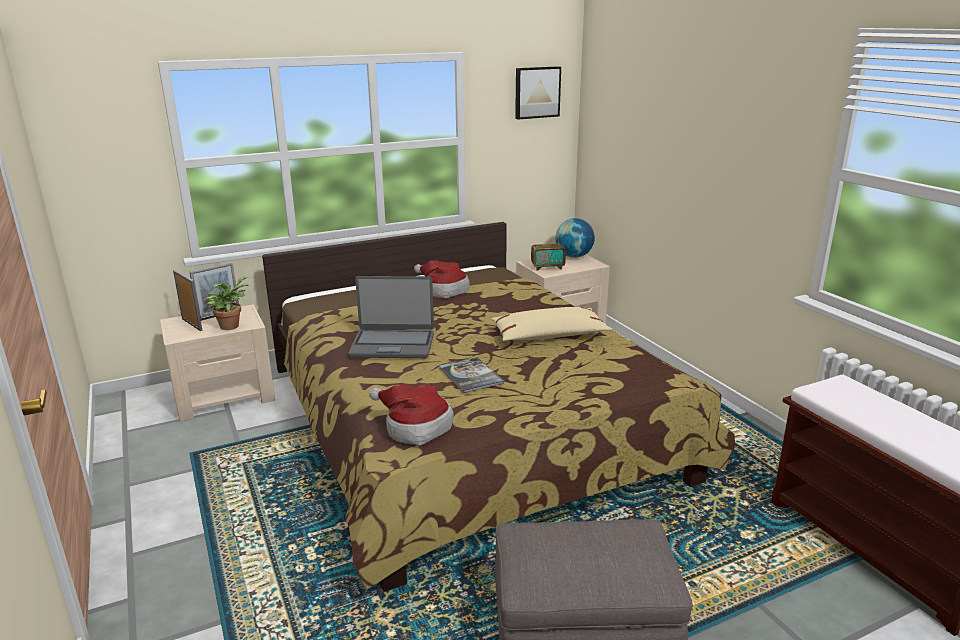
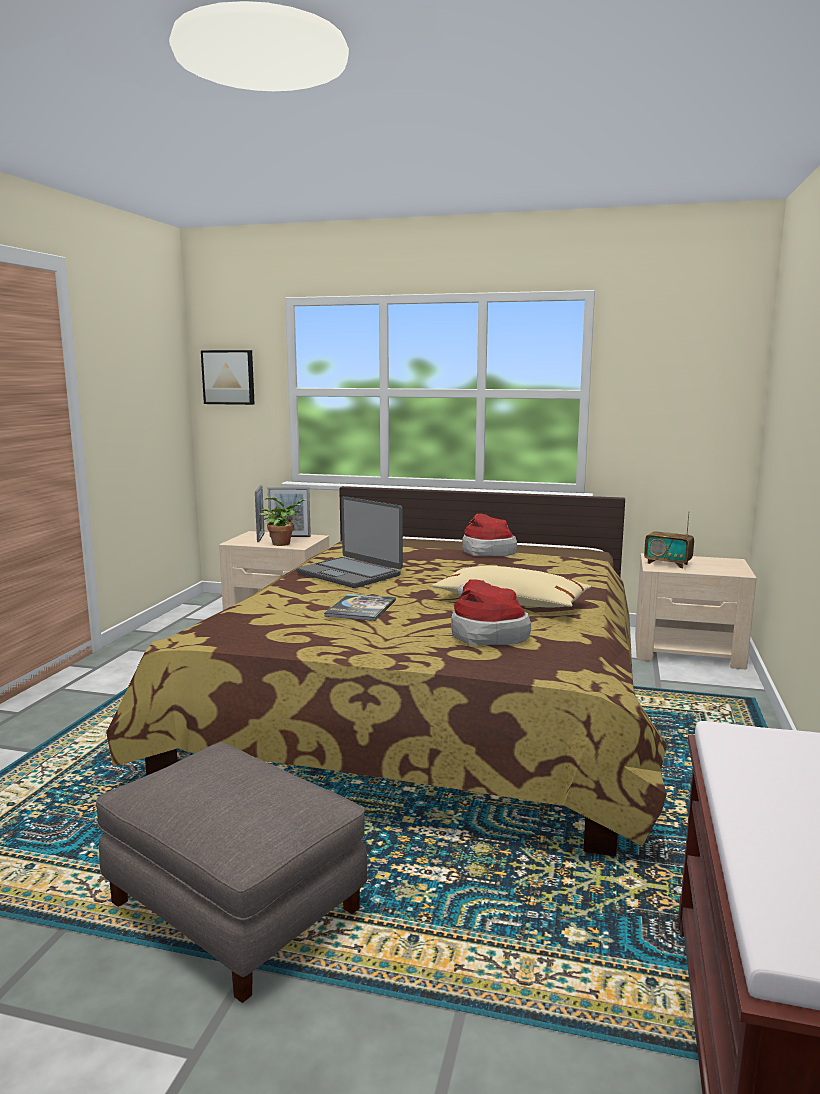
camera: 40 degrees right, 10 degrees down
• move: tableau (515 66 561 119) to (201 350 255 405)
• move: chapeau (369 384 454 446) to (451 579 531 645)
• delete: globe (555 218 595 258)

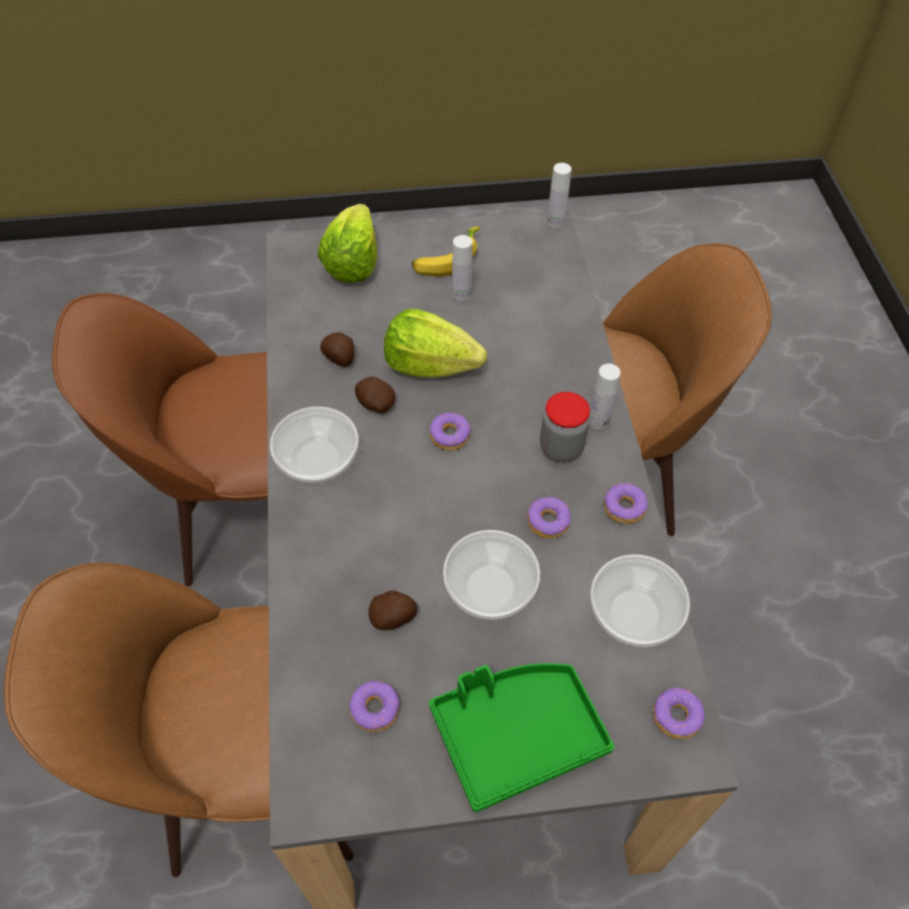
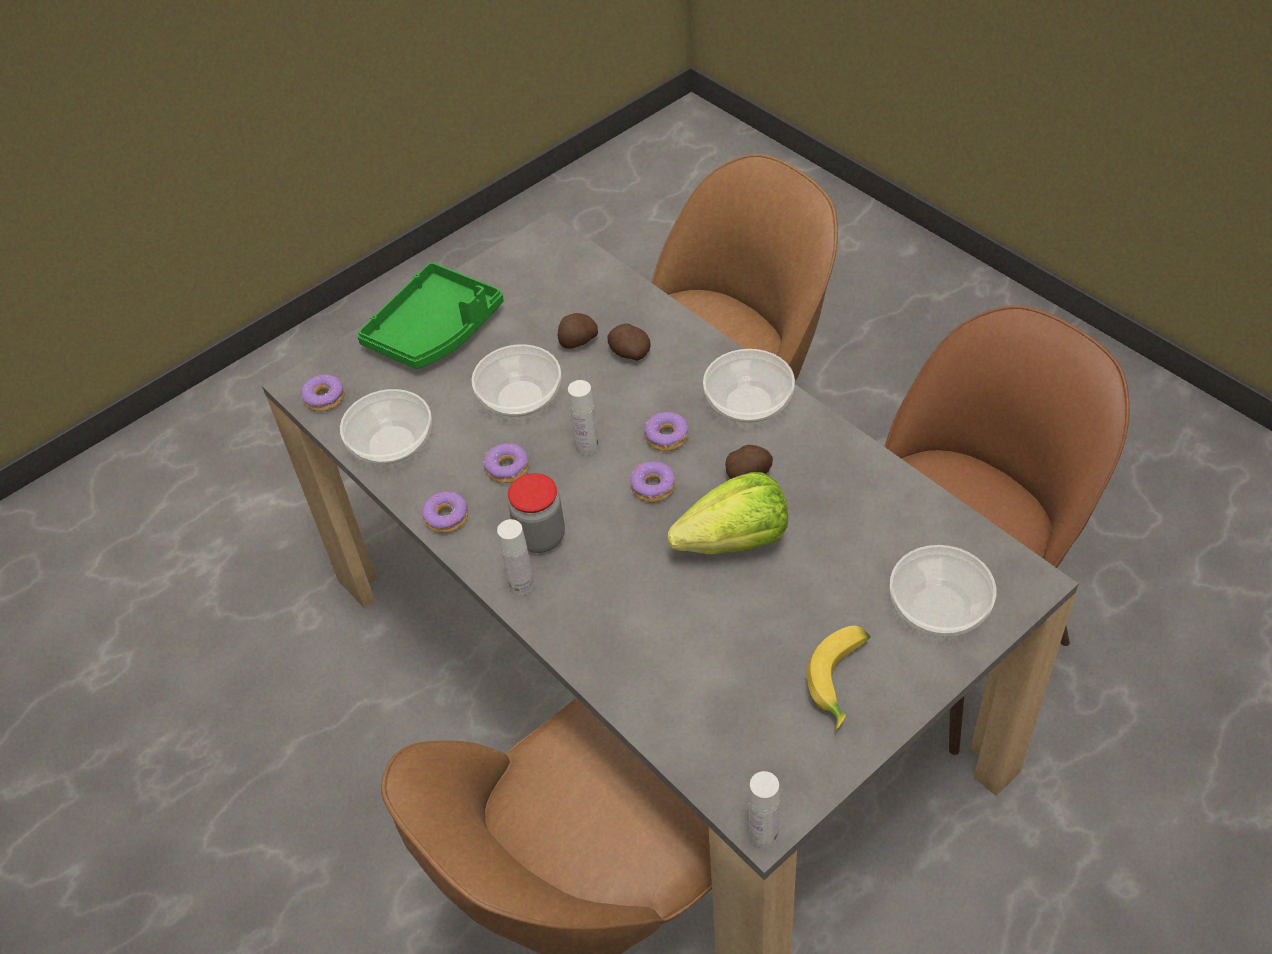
camera: 150 degrees right, 5 degrees down
• move: bouteille/blanc (452 235 472 301) to (568 380 599 455)
• move: pomme de terre (320 332 354 367) to (608 324 651 361)
• move: beignet (349 681 399 732) to (644 412 689 452)
• replace: laitue (318 204 377 283) to bol (890 545 996 636)

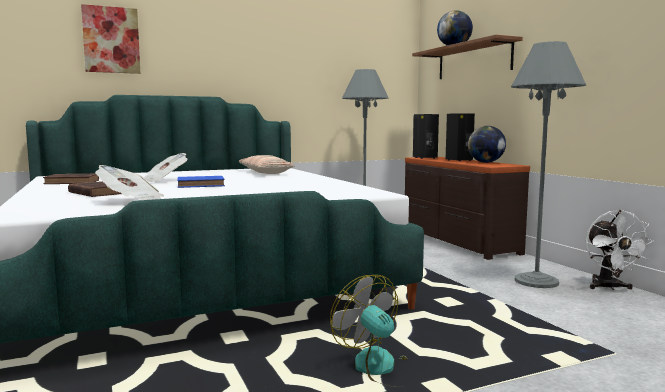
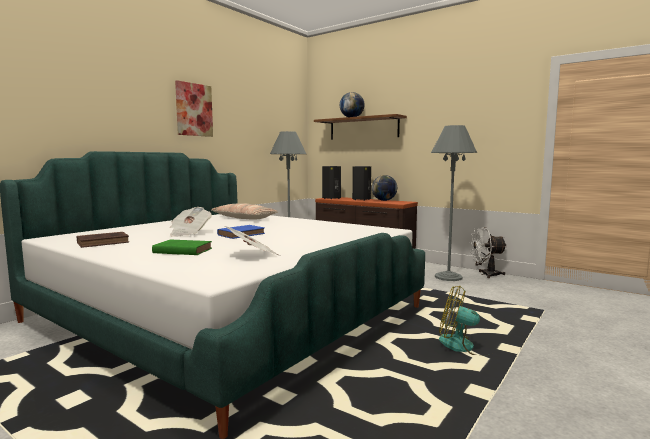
camera: 30 degrees left, 0 degrees up
• recolor: livre/marron (68 181 122 197) to livre/vert (152 239 212 255)
• move: tableau (81 4 140 74) to (175 80 213 137)
• rotate: ventilateur/blanc (586 210 654 290) = (470 227 507 278) 120 degrees clockwise

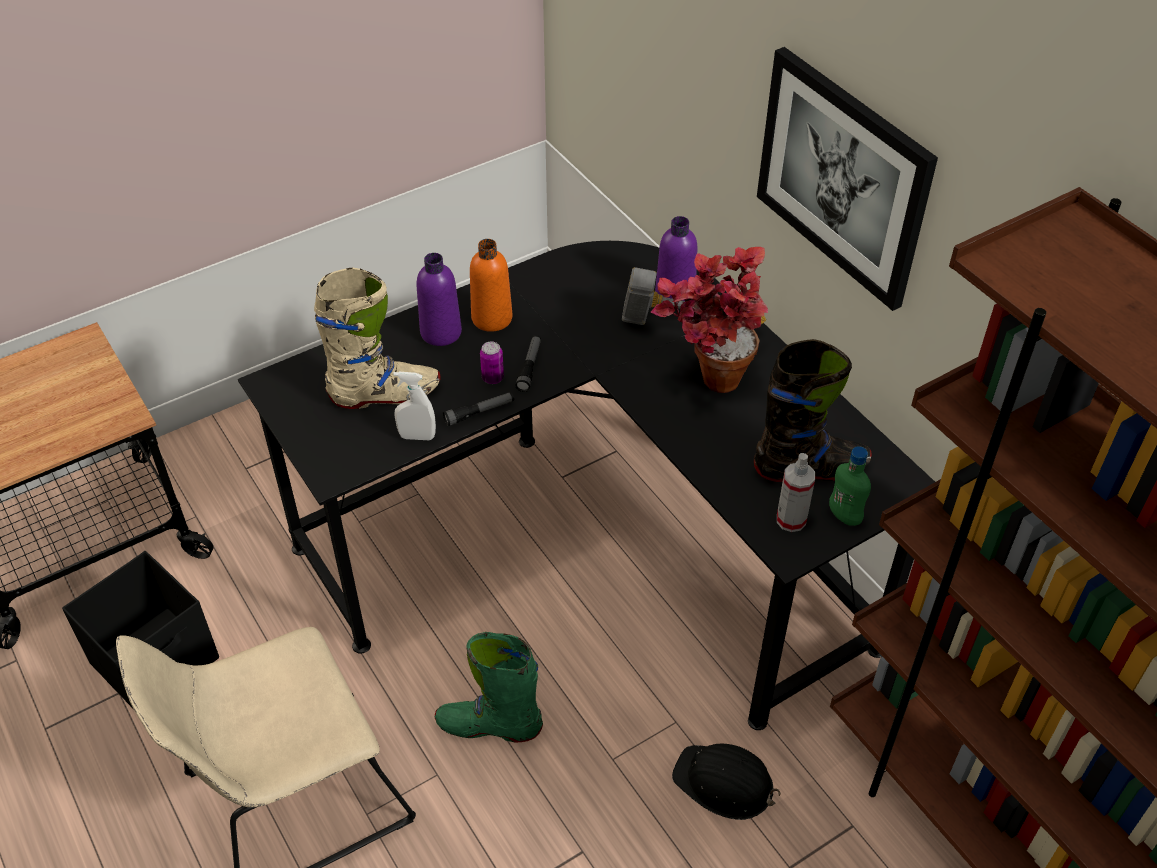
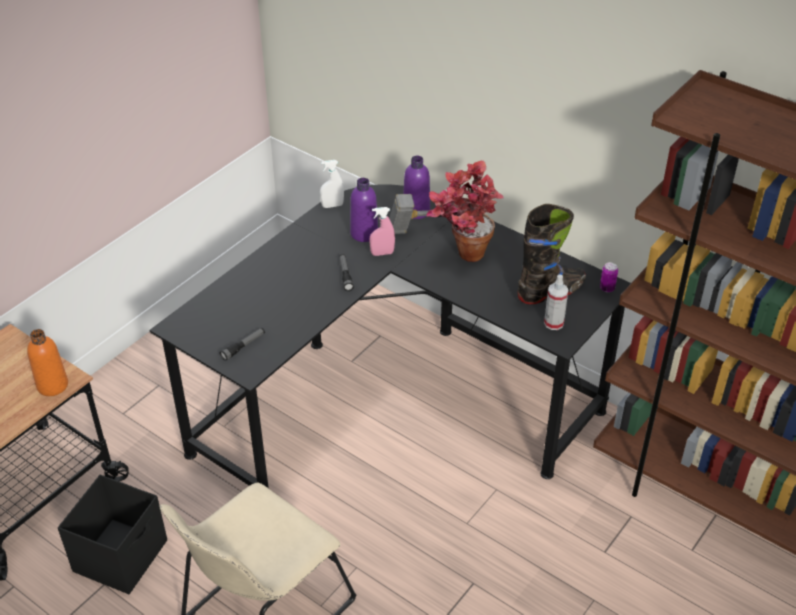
camera: 20 degrees left, 5 degrees down
• move: bouteille/orange (470 239 512 332) to (27 329 68 396)
• move: lampe de poche (443 392 514 426) to (220 328 265 361)
• move: vaporisateur/blanc (393 372 436 441) to (320 160 344 208)
• move: bouteille/violet (417 253 462 346) to (350 178 378 242)
• insert: vaporisateur/rose (369 207 395 256)
• move: boîte métallique (480 341 504 384) to (600 262 618 292)
• delete: botte/beige (314 267 441 409)
• delete: botte/vert (435 632 543 742)
• delete: casque de chantier/noir (672 744 781 820)
• delete: tableau (757 47 938 311)
• delete: bouteille/vert (829 446 871 526)

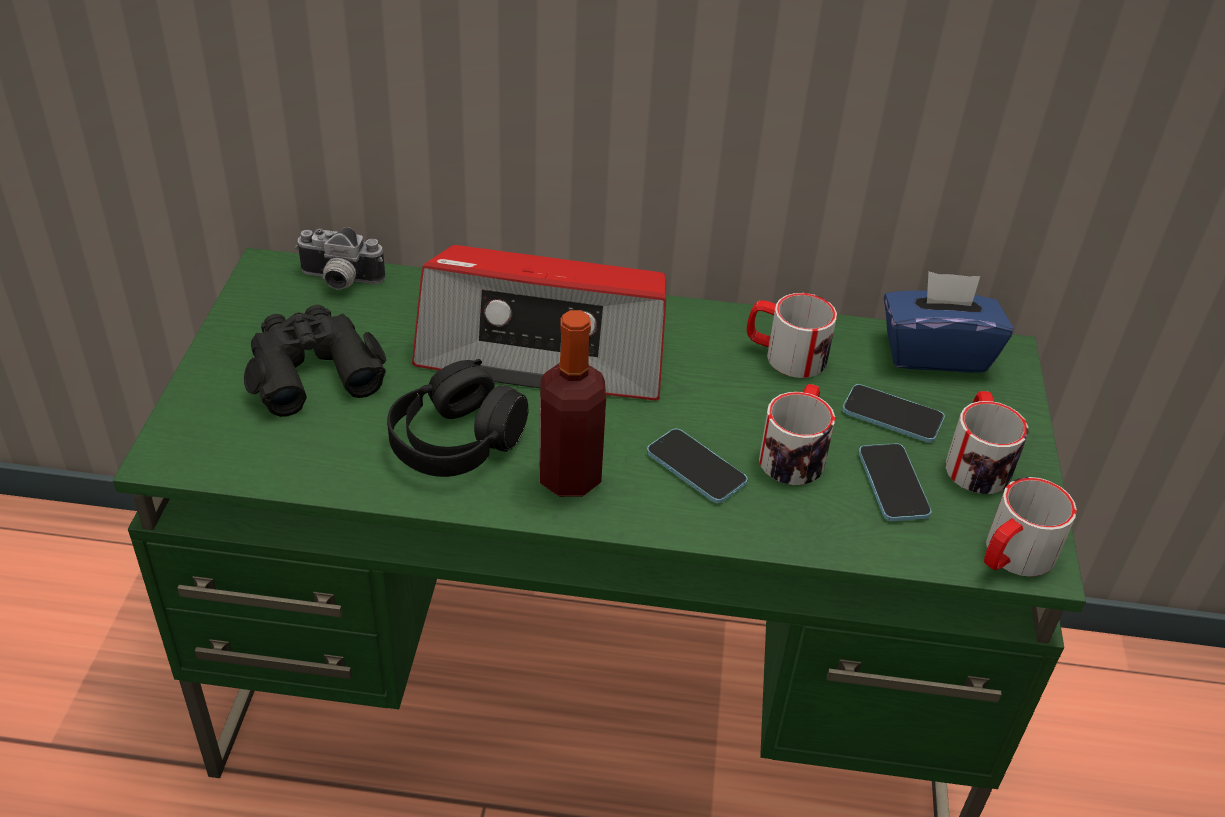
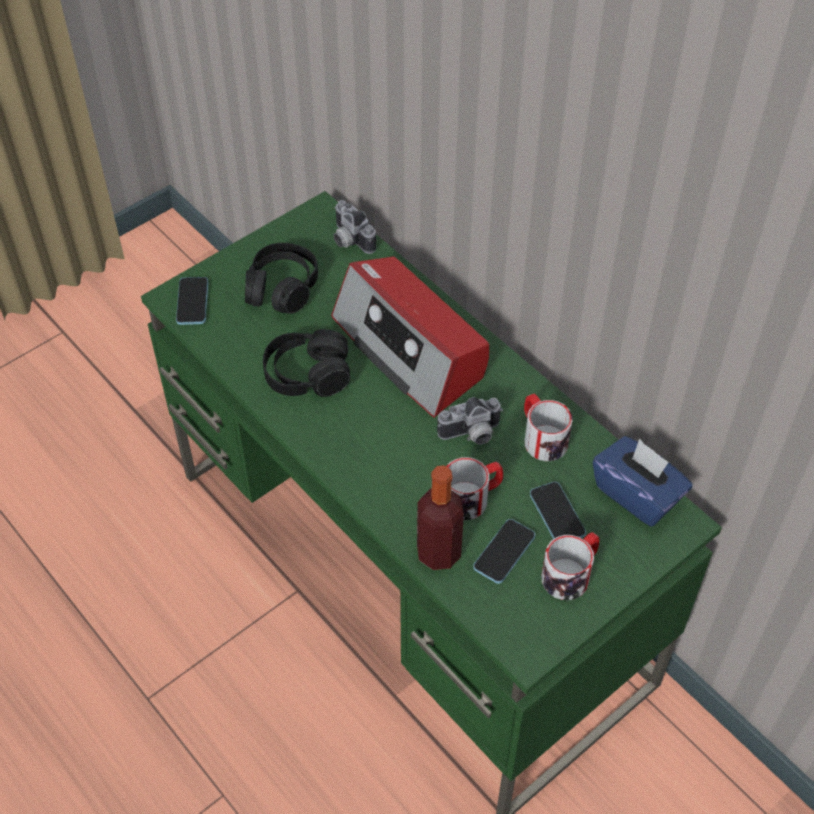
camera: 45 degrees right, 10 degrees up
• move: téléphone (647 429 748 503) to (176 277 208 325)
• replace: jumelles/noir (244 305 386 417) to casque audio/noir (245 243 318 314)
• move: bouteille (539 310 606 497) to (417 465 464 570)
• insert: appareil photo (437 397 503 445)
• delete: mug (984 477 1077 577)

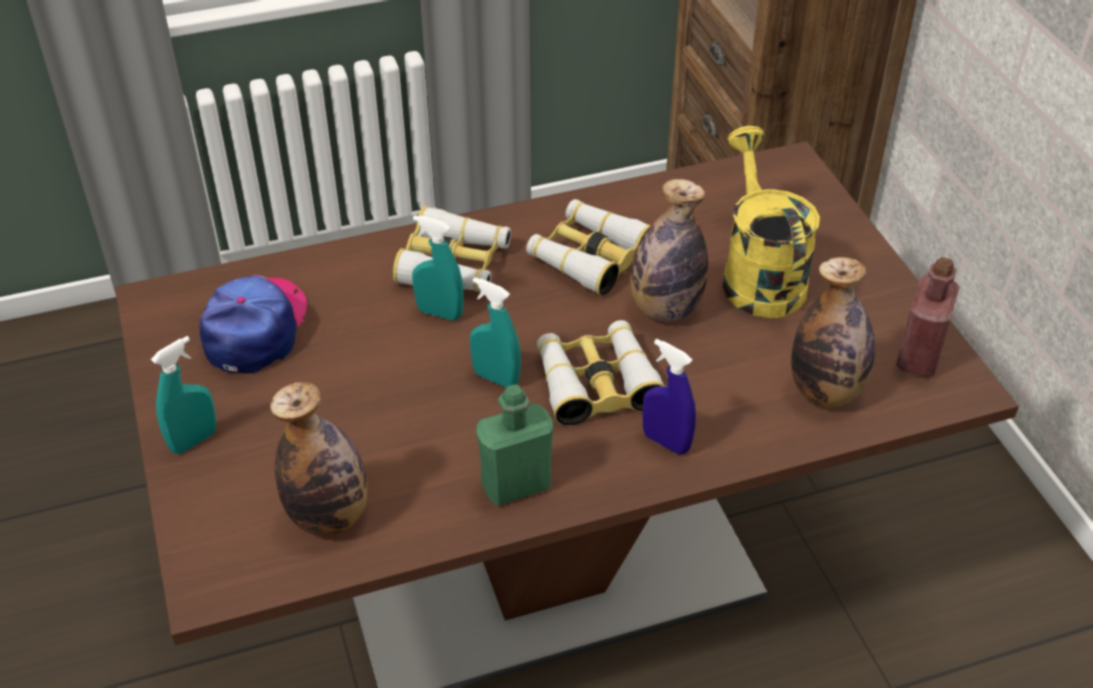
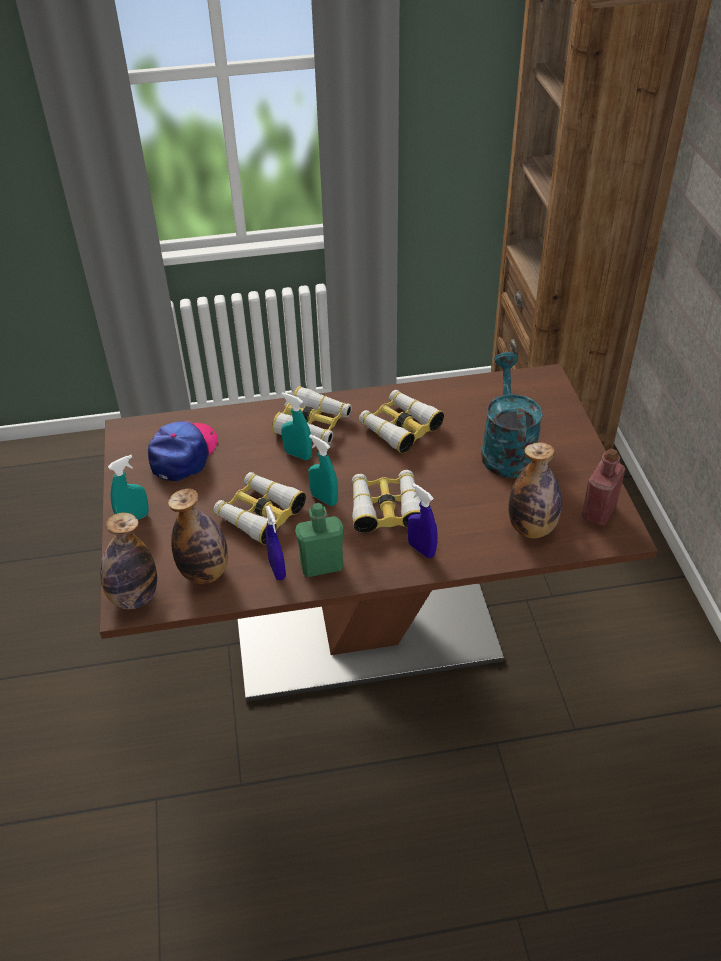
camera: 10 degrees right, 0 degrees up
• move: bouteille (630 179 708 321) to (100 513 157 609)
• insert: jumelles (213 472 306 544)
• insert: vaporisateur/bleu (265 506 286 580)
• recolor: arrosoir/jaune (723 126 820 318) to arrosoir/turquoise (481 352 543 478)

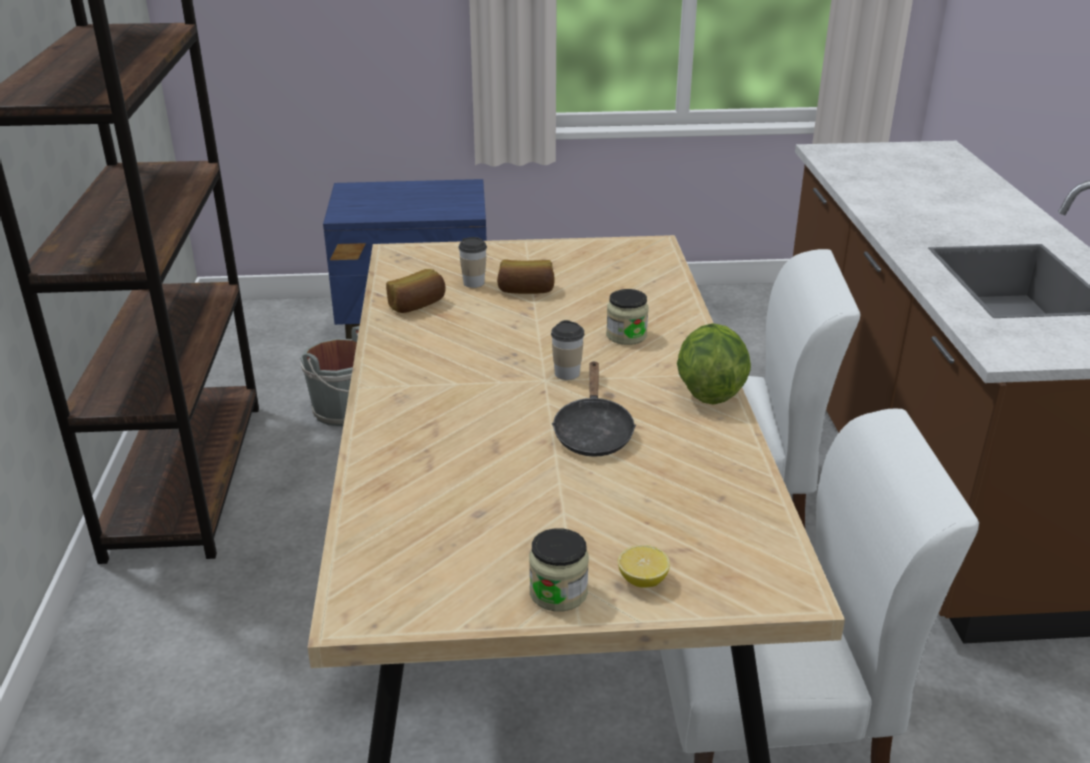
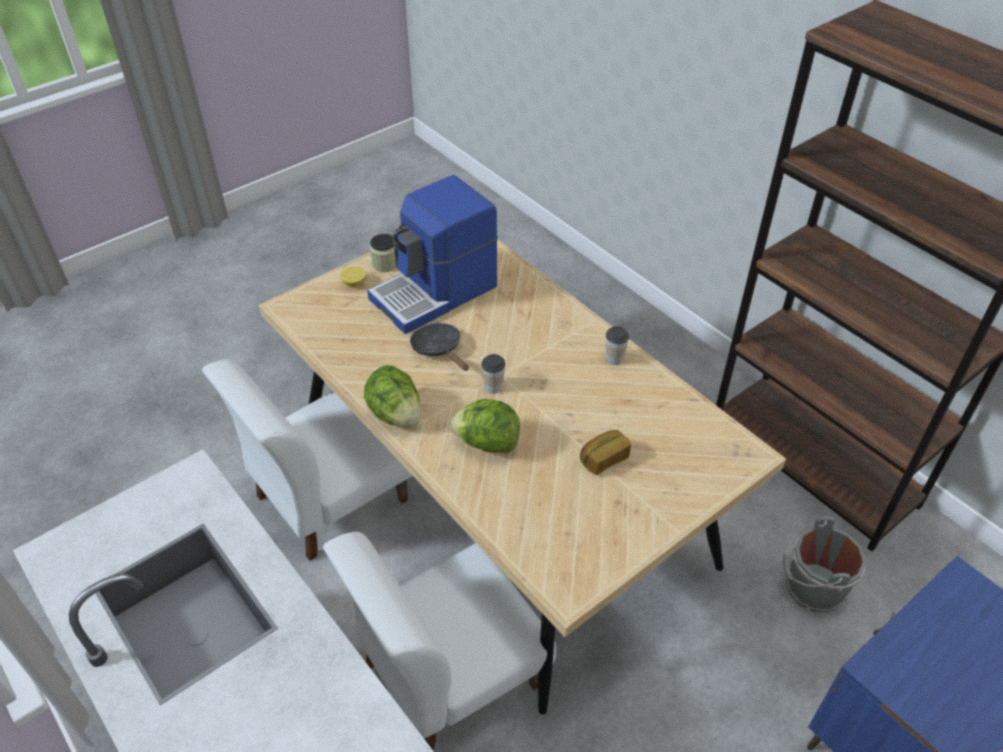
camera: 145 degrees right, 15 degrees up
• insert: machine à café (367 175 498 334)
• replace: bocal (606 289 649 345) to laitue (450 399 520 453)
• move: tasse (458 237 487 288) to (606 326 629 365)
• delete: pain (386 269 446 313)

